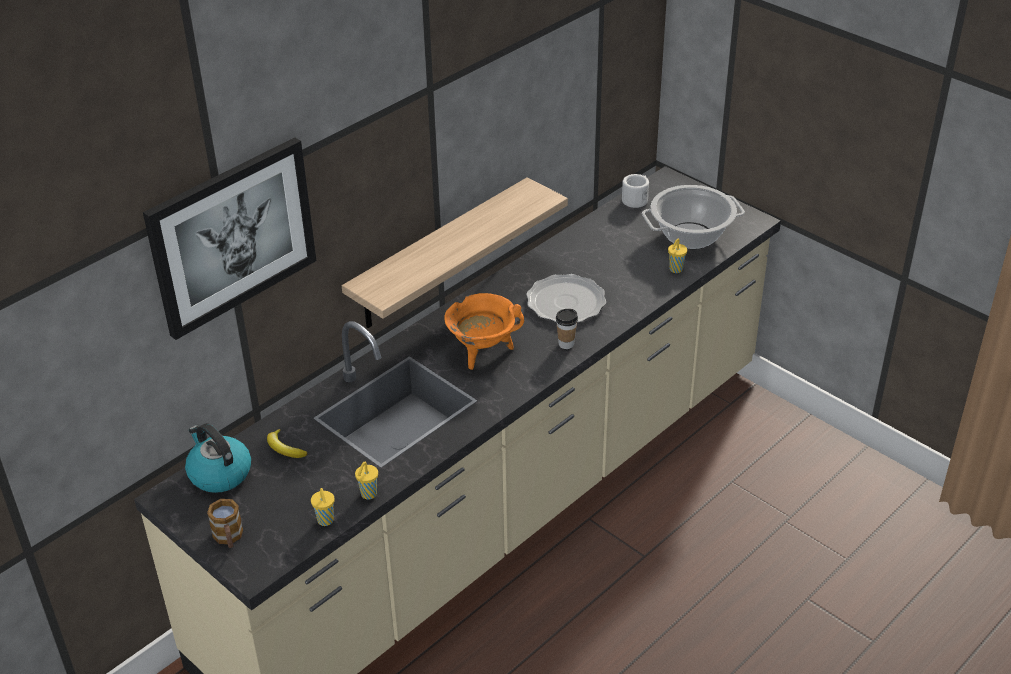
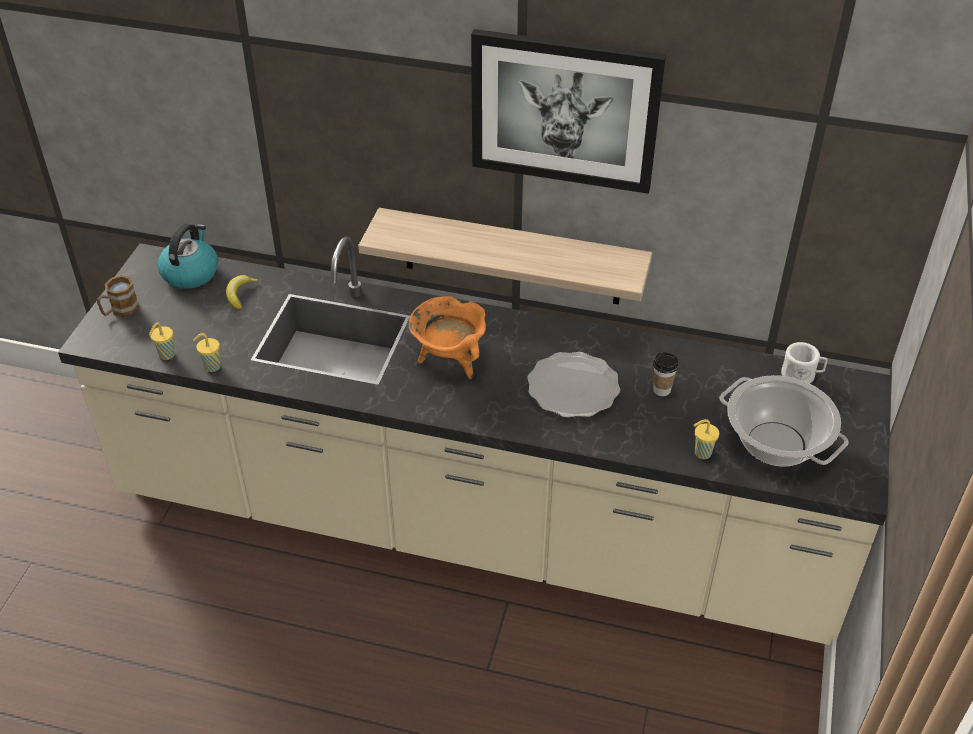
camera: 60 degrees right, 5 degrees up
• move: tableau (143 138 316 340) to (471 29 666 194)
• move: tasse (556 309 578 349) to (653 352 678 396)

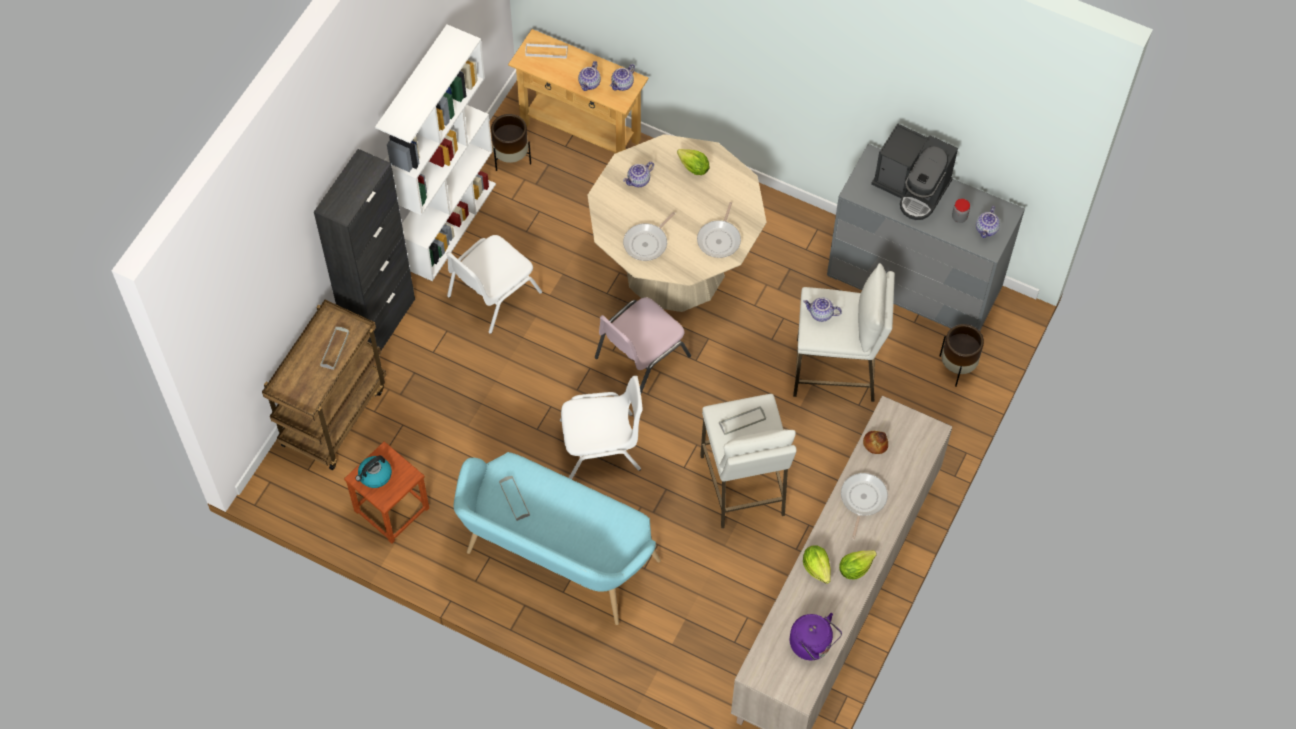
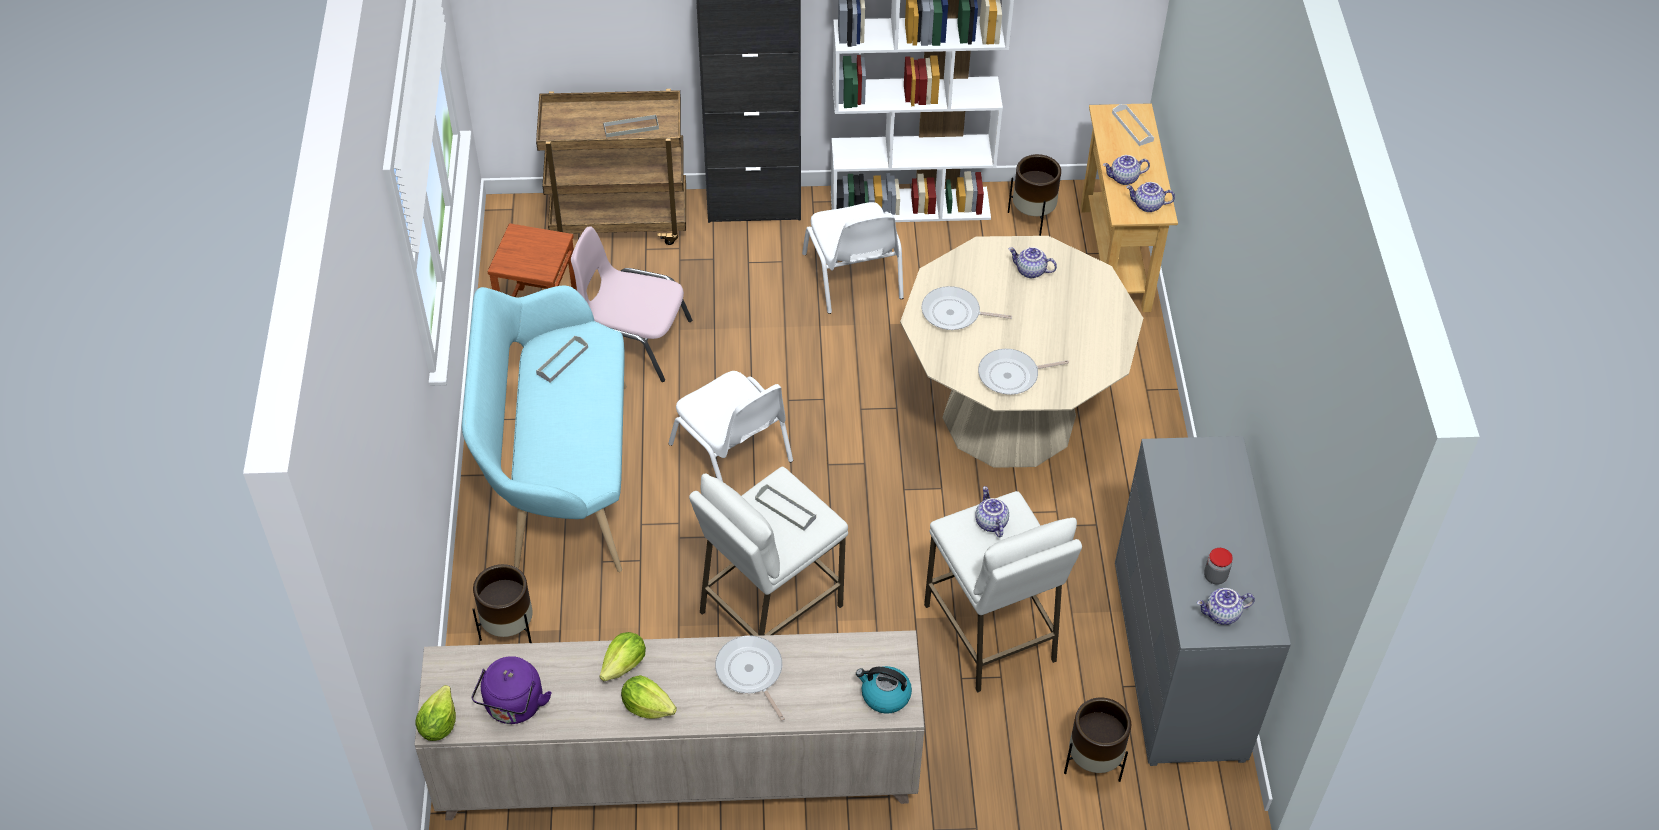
camera: 60 degrees right, 10 degrees down
• move: laitue (677 149 709 175) to (415 685 456 741)
• insert: cache-pot/marron (472 564 533 643)
• move: chaise/rose (595 297 691 393) to (571 227 692 382)
• rotate: poêle (841 473 888 539) = (715 636 785 721) 105 degrees counterclockwise
• rotate: chaise/blanc (446 235 542 334) = (802 202 904 314) 120 degrees counterclockwise
• move: bouilloire (355 456 392 488) to (856 666 912 714)
• delete: pain (863 431 888 454)
• delete: machine à café (871 123 958 220)

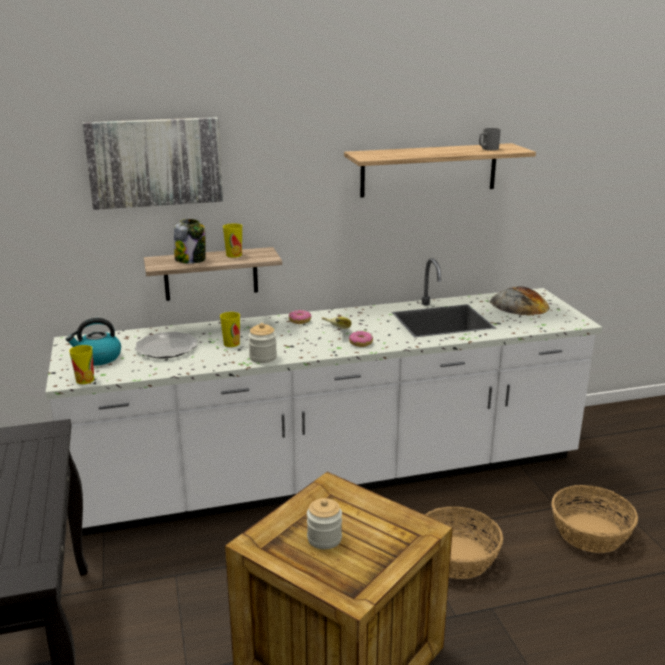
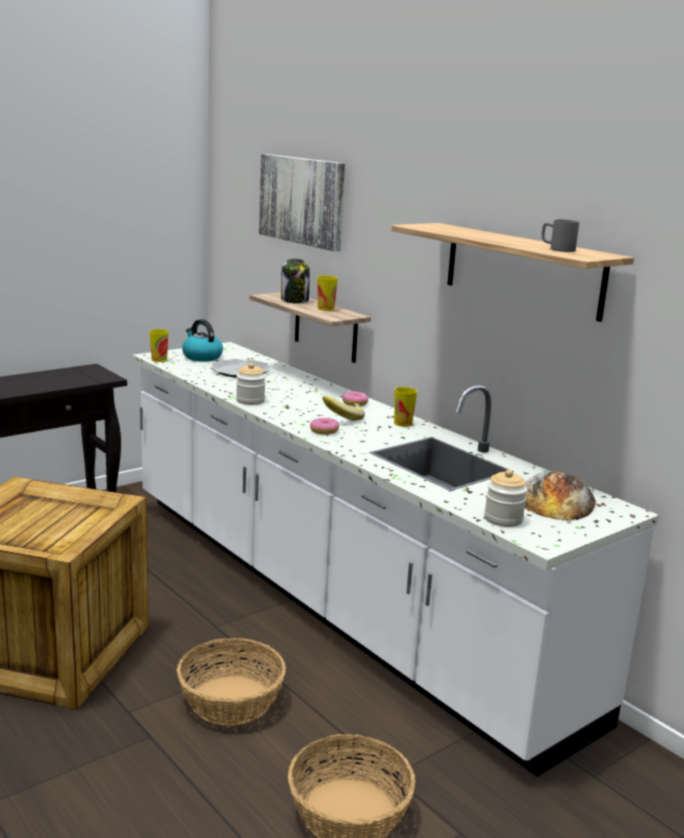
camera: 65 degrees right, 5 degrees down
• move: tasse (220 312 240 347) to (394 387 417 427)
• move: bocal (307 498 342 549) to (484 470 527 527)

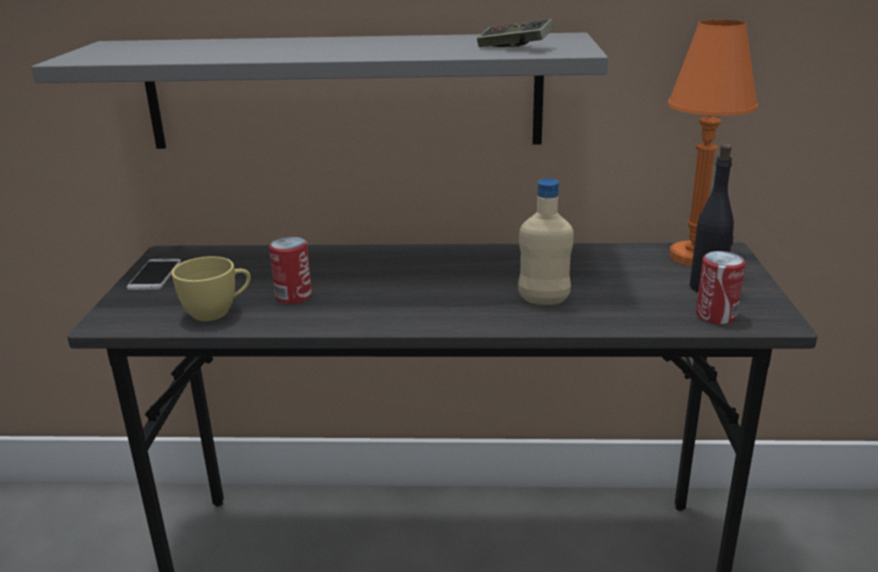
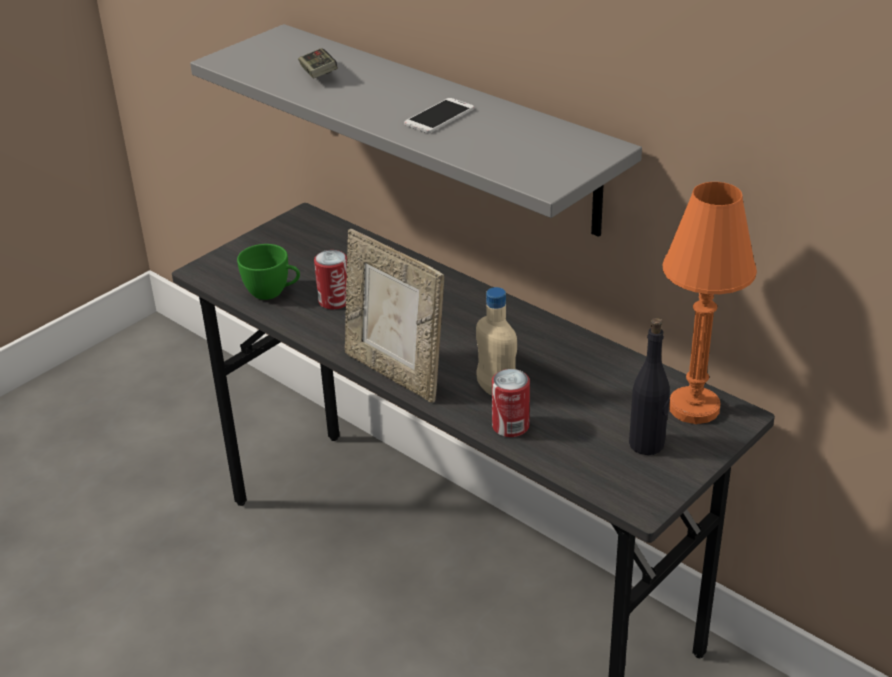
camera: 40 degrees right, 10 degrees up
• recolor: tasse/jaune (171 256 251 321) to tasse/vert (237 244 300 300)
• move: manette (477 19 554 47) to (298 48 338 79)
• insert: cadre photo (345 229 444 403)
• move: téléphone (127 259 181 290) to (404 98 474 133)
• move: boîte métallique (696 251 745 324) to (492 369 530 437)

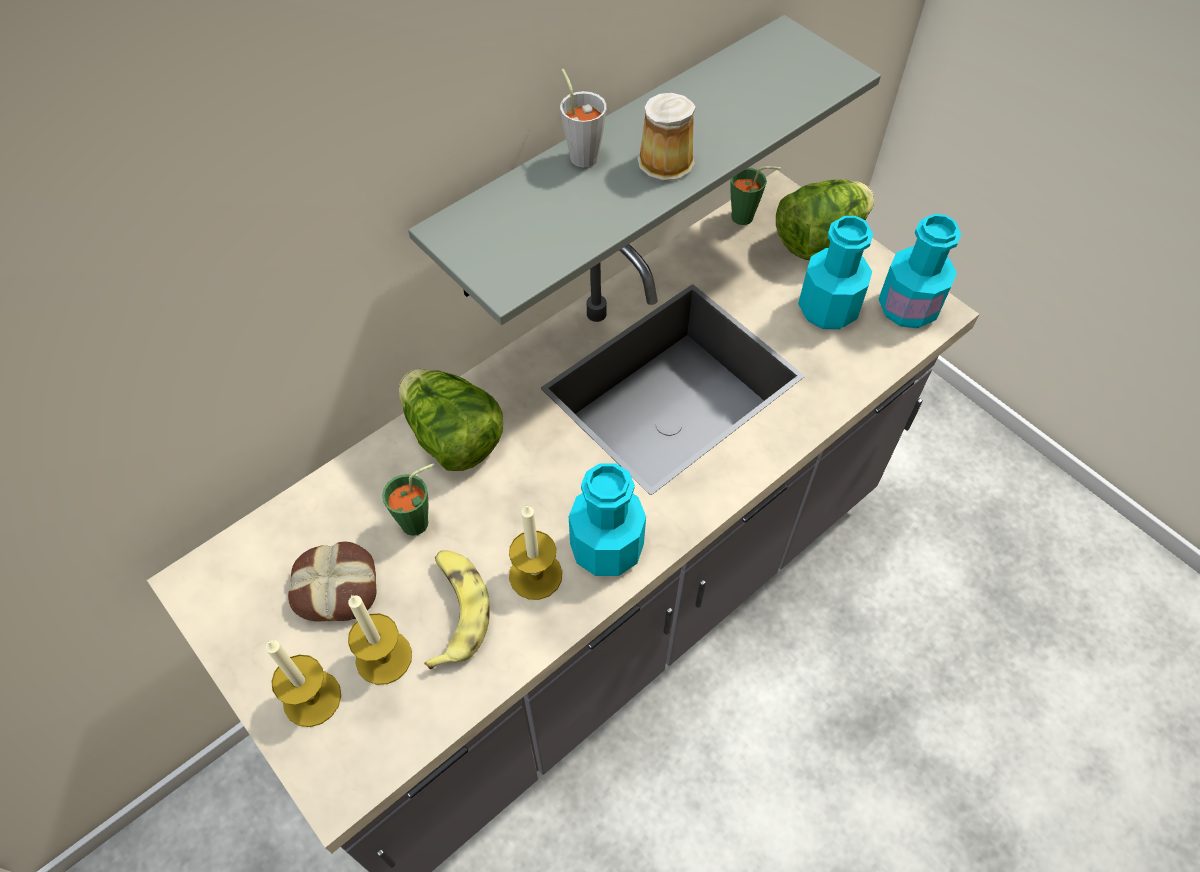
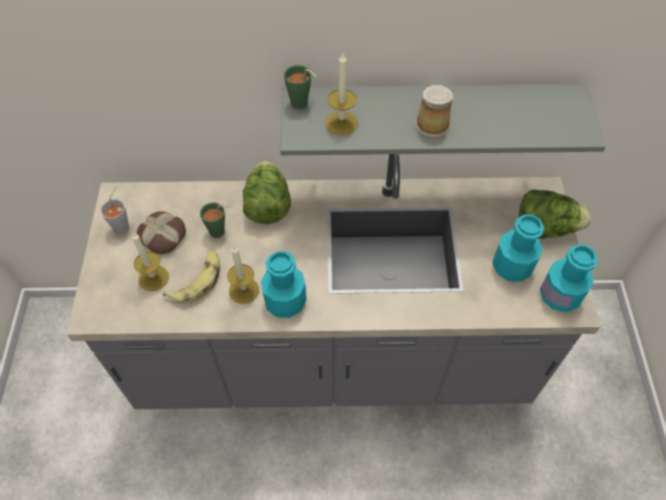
camera: 40 degrees right, 0 degrees up
• move: tasse/gris (560 69 607 168) to (100 186 129 234)
• move: tasse/vert (730 166 781 225) to (284 65 316 109)
• move: bougie (266 640 341 727) to (326 53 358 135)

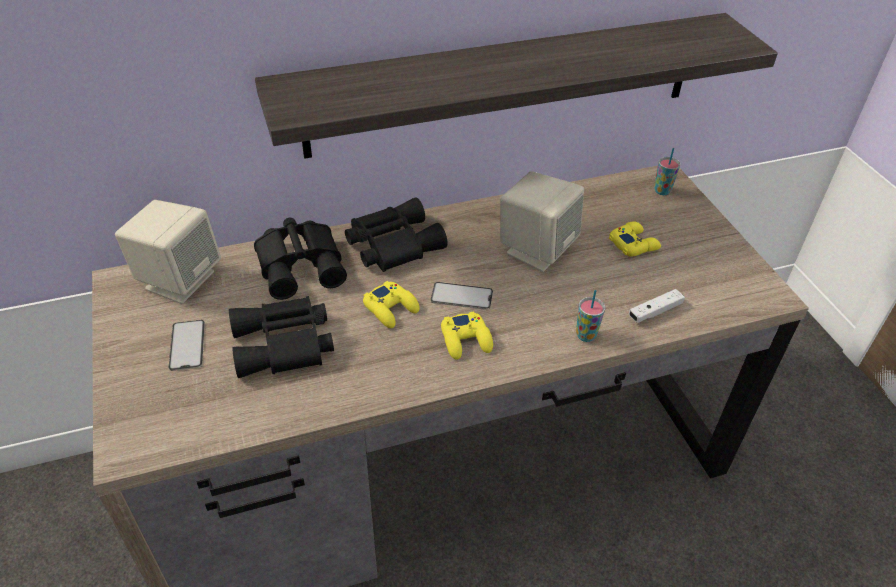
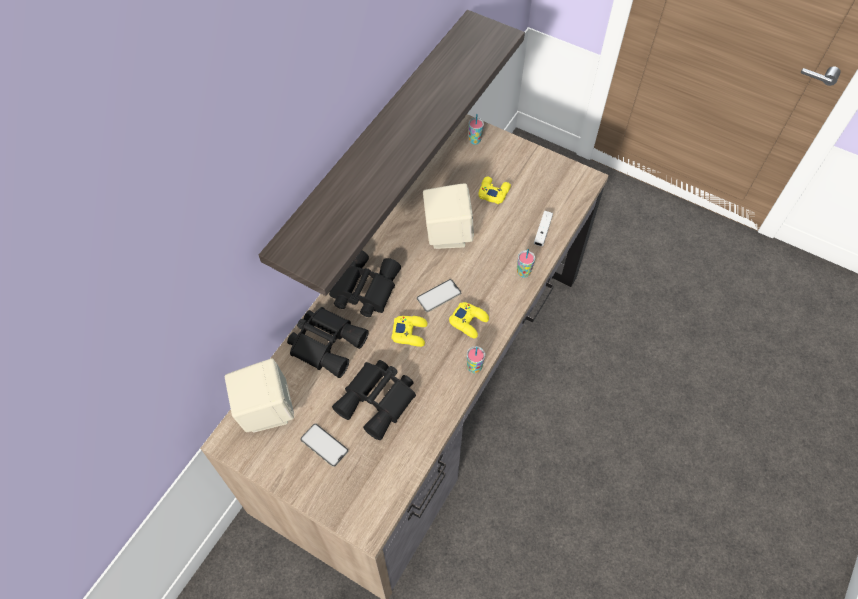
camera: 40 degrees left, 15 degrees up
• insert: tasse (467 346 485 373)

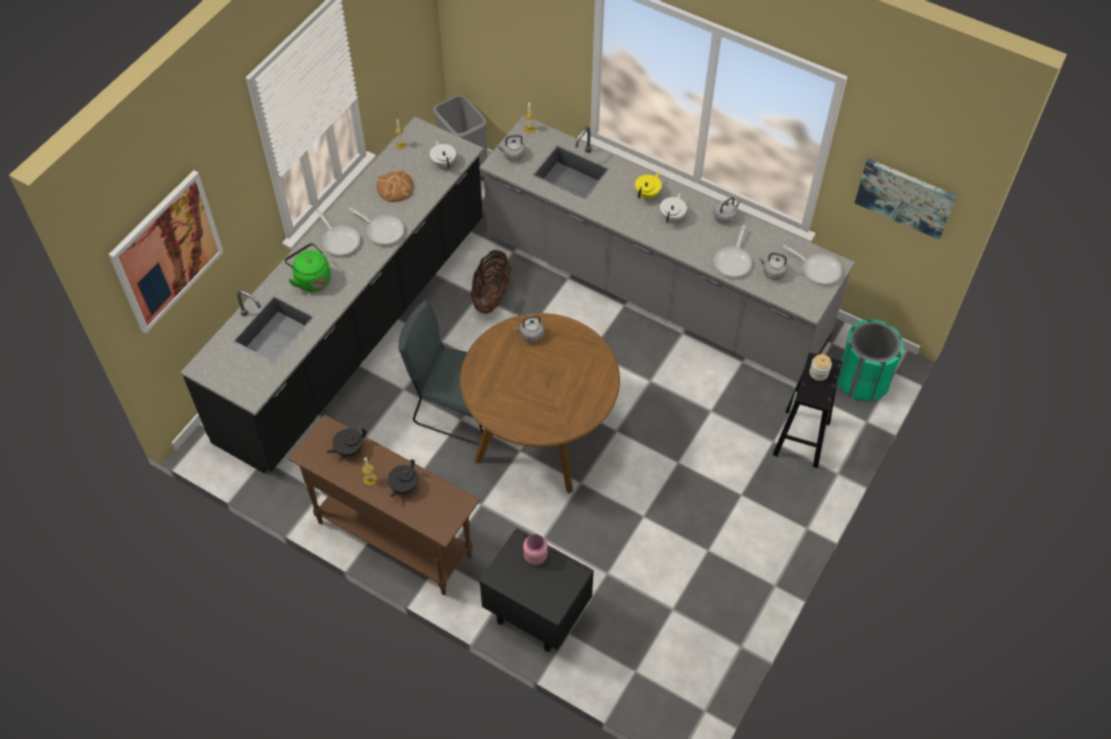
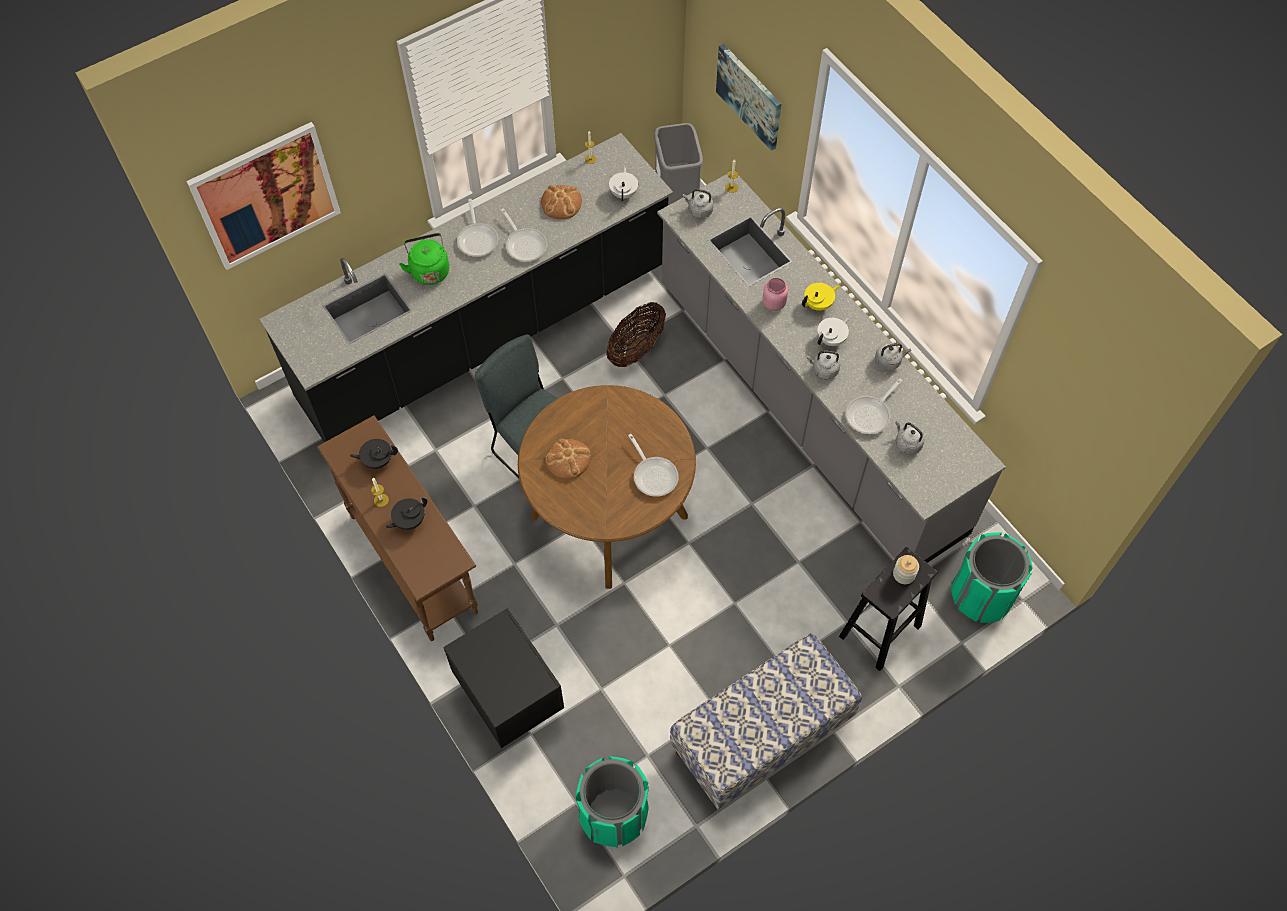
camera: 25 degrees right, 5 degrees up
• insert: pain (545 438 591 479)
• insert: poubelle/vert (576 756 649 847)
• move: poêle (783 245 842 285) to (628 434 679 496)
• insert: banc (670 633 862 810)
• move: tableau (855 158 957 240) to (716 44 781 151)
• move: bocal/rose (523 534 548 565) to (763 278 788 311)
• move: bouilloire/gris (513 315 544 342) to (807 350 840 380)

